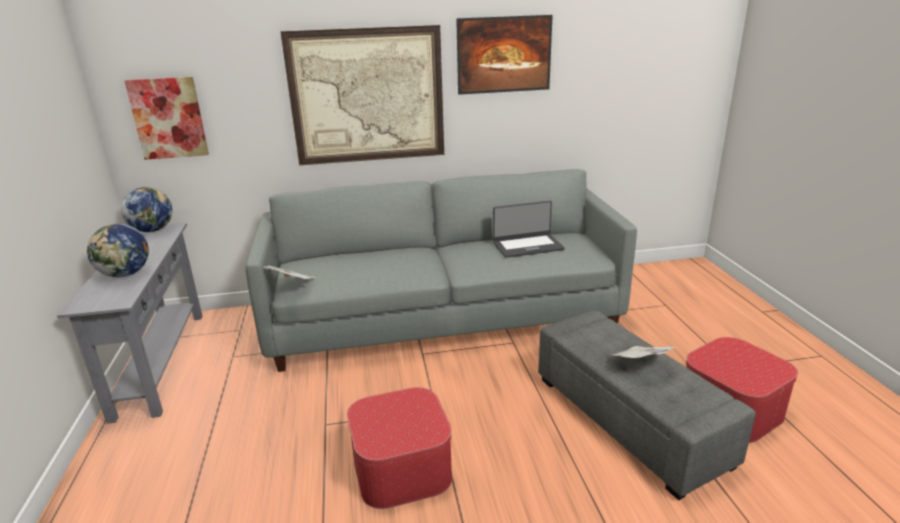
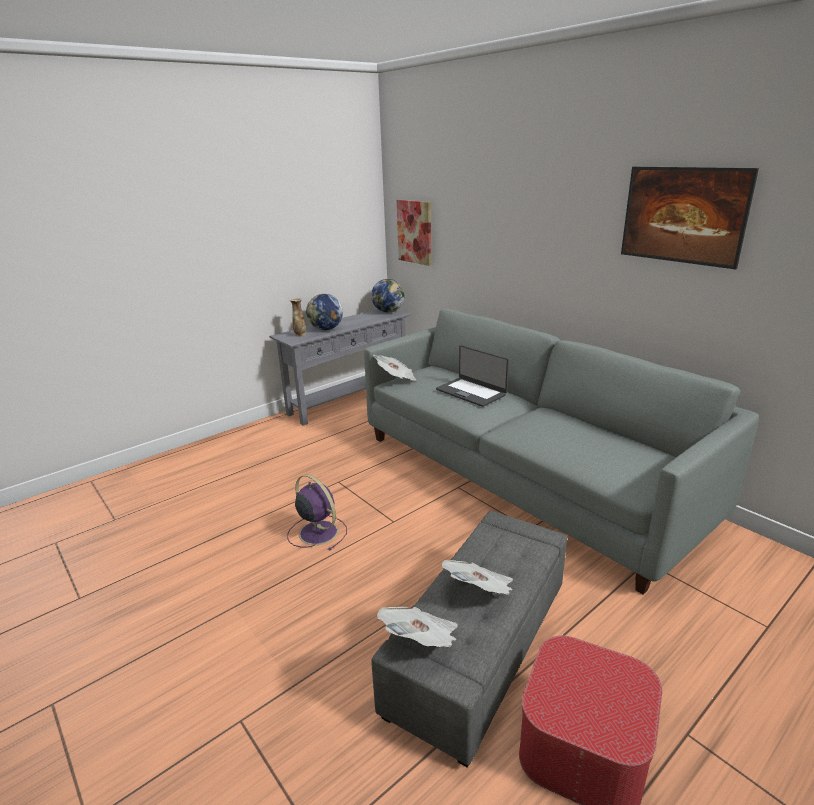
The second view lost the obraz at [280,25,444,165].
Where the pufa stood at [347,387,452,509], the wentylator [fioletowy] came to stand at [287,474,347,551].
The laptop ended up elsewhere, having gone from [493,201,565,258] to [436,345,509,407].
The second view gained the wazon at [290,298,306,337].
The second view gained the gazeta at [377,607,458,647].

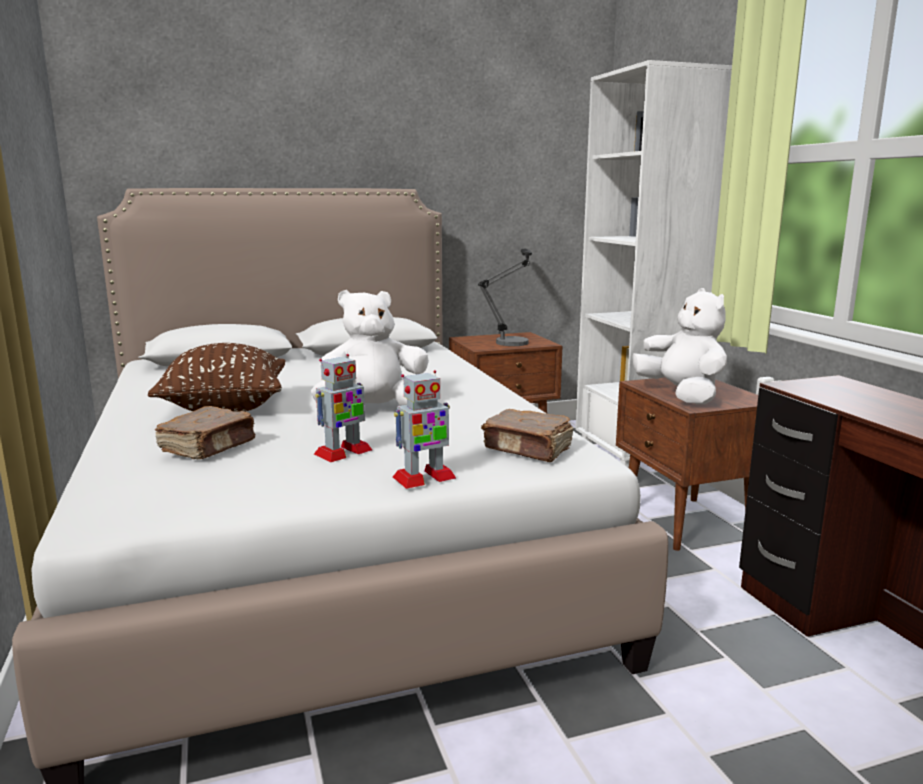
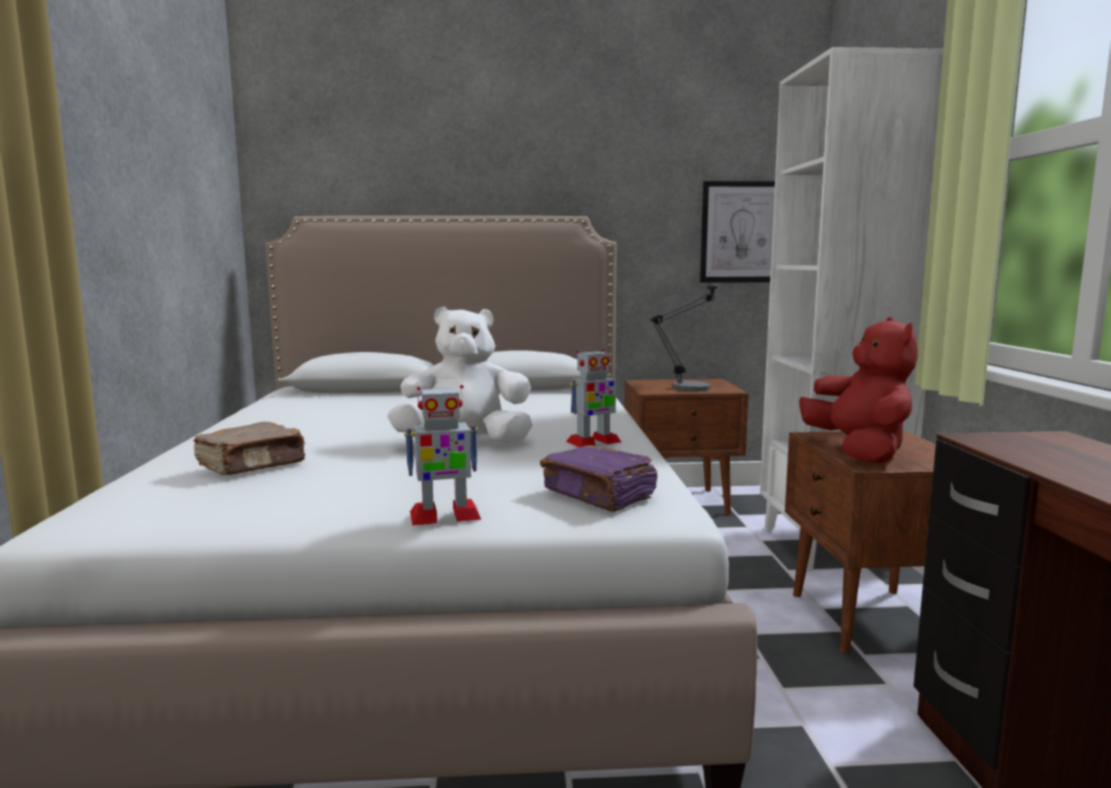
The second view lost the poduszka [brązowy] at [148,343,285,412].
The robot zabawkowy ended up elsewhere, having gone from [314,354,372,462] to [566,349,621,447].
What was the książka [brązowy] at [481,409,574,462] turned into the książka [fioletowy] at [540,445,657,512].
What was the pluszak [biały] at [632,288,727,405] turned into the pluszak [czerwony] at [799,317,918,463].
The second view gained the obraz at [700,181,775,283].

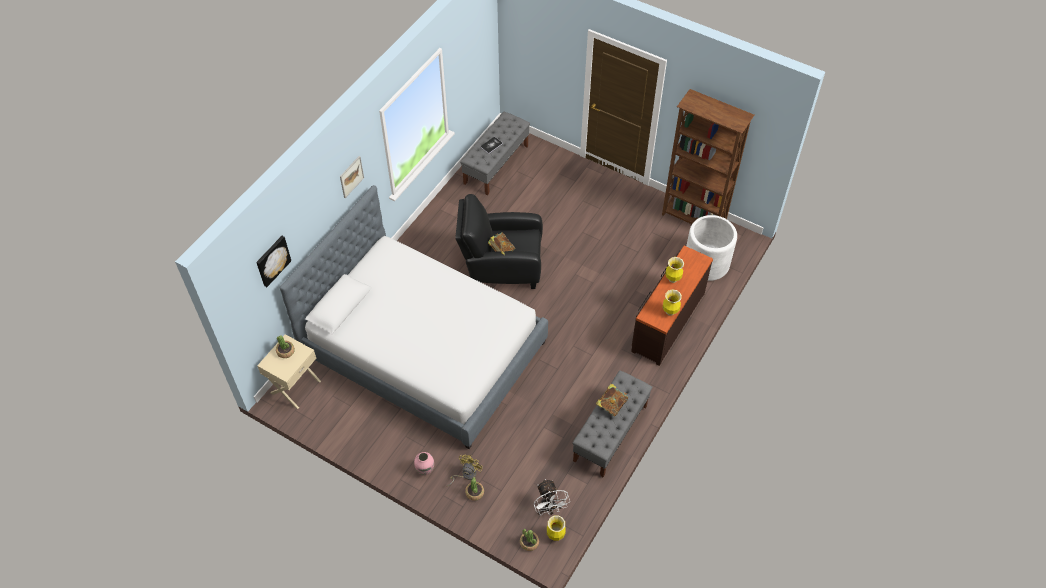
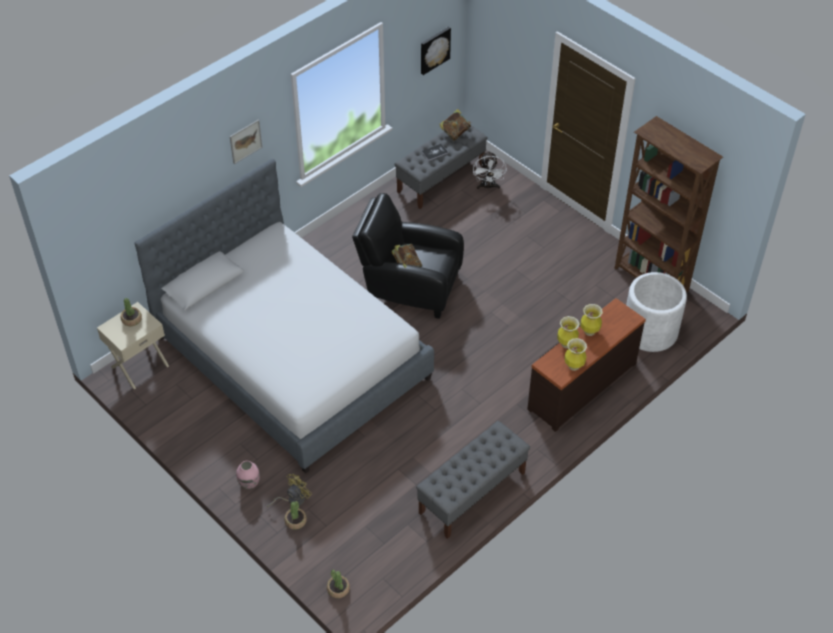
The obraz ended up elsewhere, having gone from [256,236,291,287] to [421,27,451,75].
The wentylator [biały] ended up elsewhere, having gone from [534,479,570,515] to [473,151,507,190].
The wazon ended up elsewhere, having gone from [547,515,566,541] to [557,316,580,348].
The książka ended up elsewhere, having gone from [596,384,628,417] to [439,109,471,141].

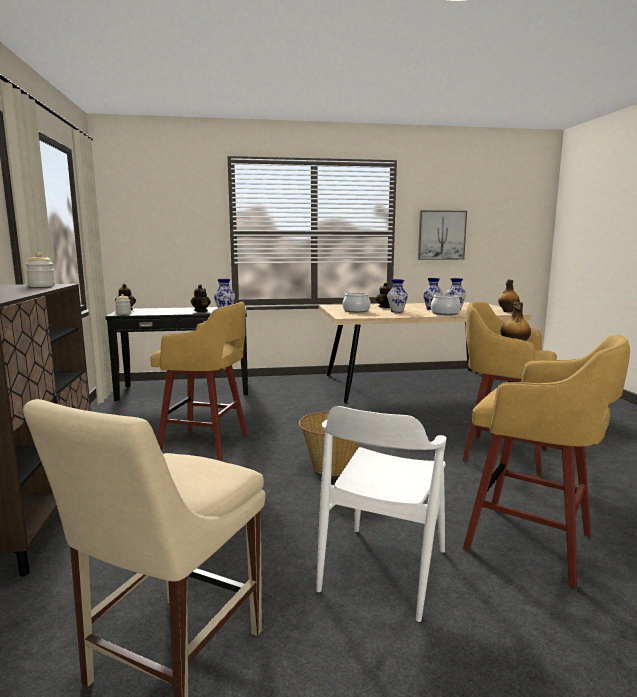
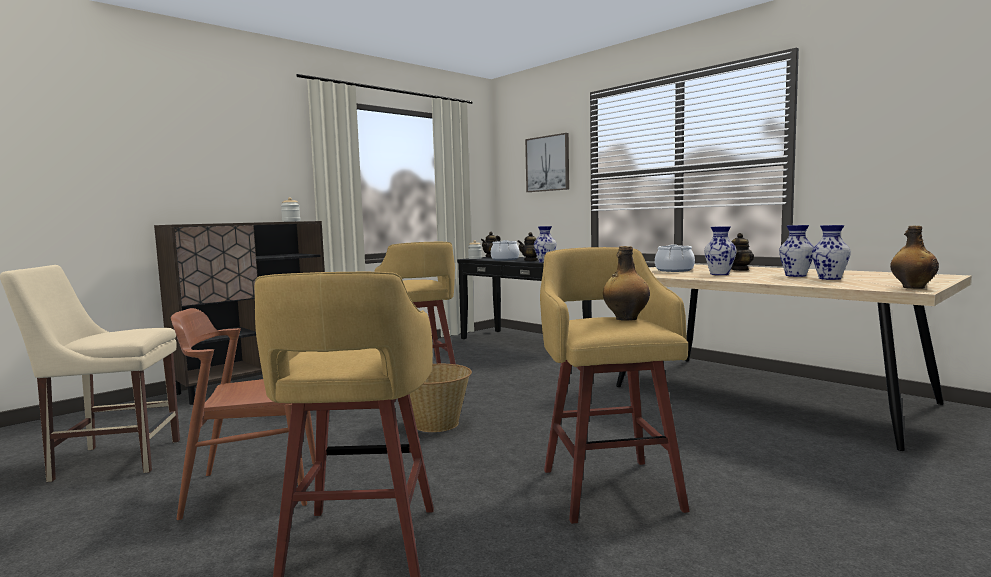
What was the krzesło [biały] at [316,406,446,622] turned into the krzesło [brązowy] at [171,308,316,520].
The obraz ended up elsewhere, having gone from [418,210,467,260] to [525,133,569,192].
The garnek ended up elsewhere, having gone from [431,294,462,315] to [491,240,519,261].

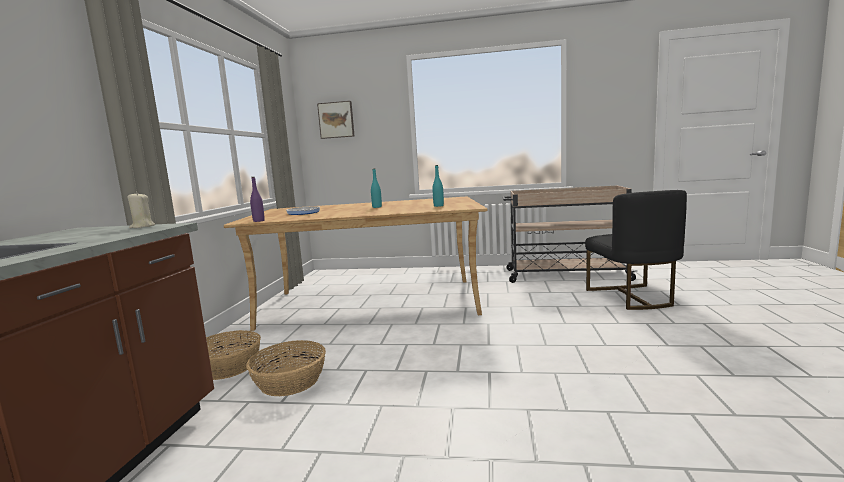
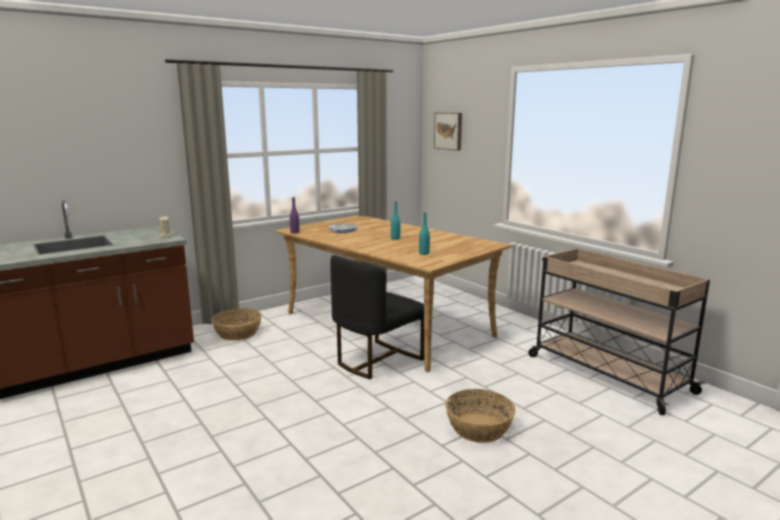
The koszyk ended up elsewhere, having gone from [246,340,326,396] to [445,389,515,443].
The krzesło [czarny] ended up elsewhere, having gone from [585,190,687,310] to [330,255,424,379].

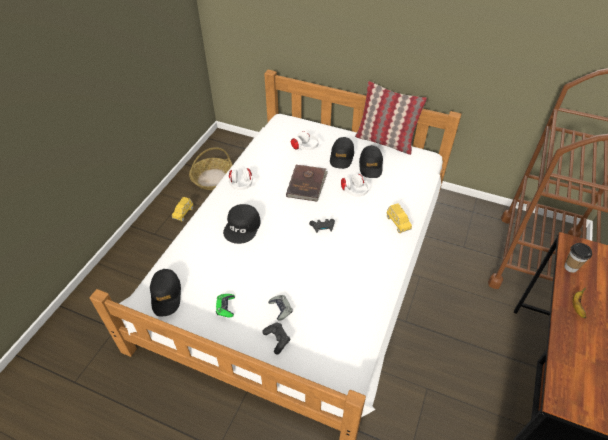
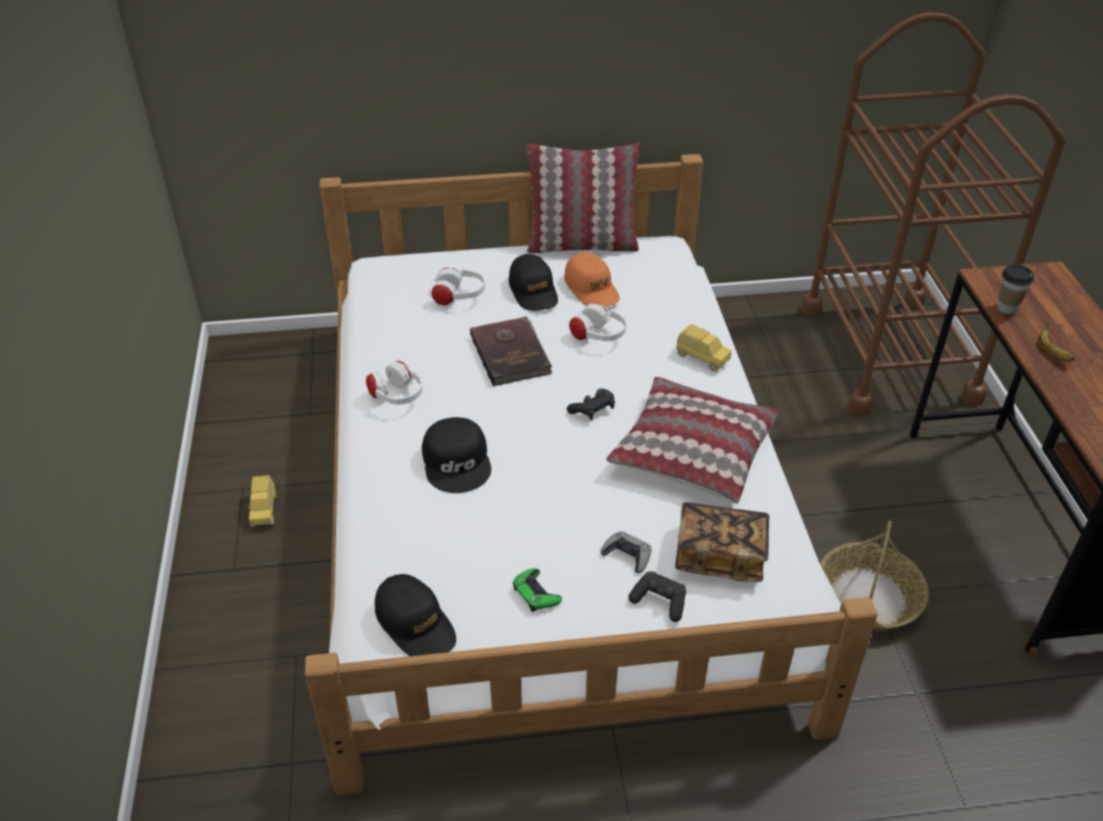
The koszyk ended up elsewhere, having gone from [189,147,232,190] to [820,520,929,631].
What was the czapka z daszkiem [czarny] at [359,145,383,178] turned into the czapka z daszkiem [pomarańczowy] at [564,252,620,307].
The second view gained the poduszka at [606,377,778,504].
The second view gained the książka at [675,502,769,582].

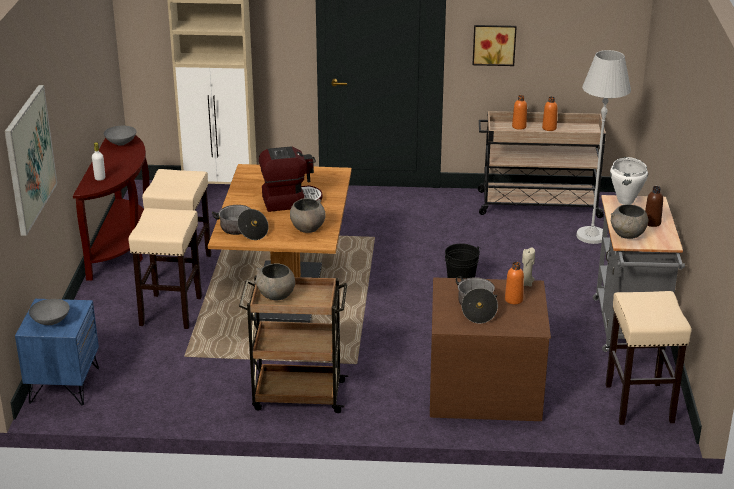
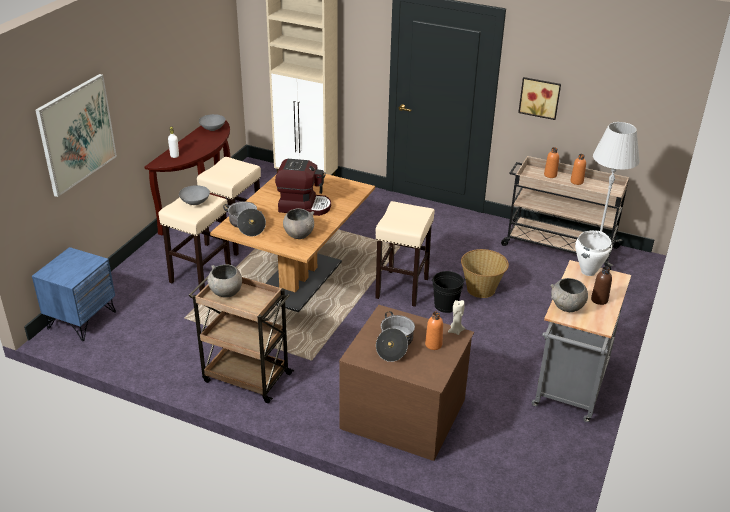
The miska [szary] ended up elsewhere, having gone from [29,299,70,325] to [179,185,210,205].
The stołek [beżowy] ended up elsewhere, having gone from [605,291,691,425] to [375,201,435,307].
The second view gained the koszyk at [461,249,509,298].

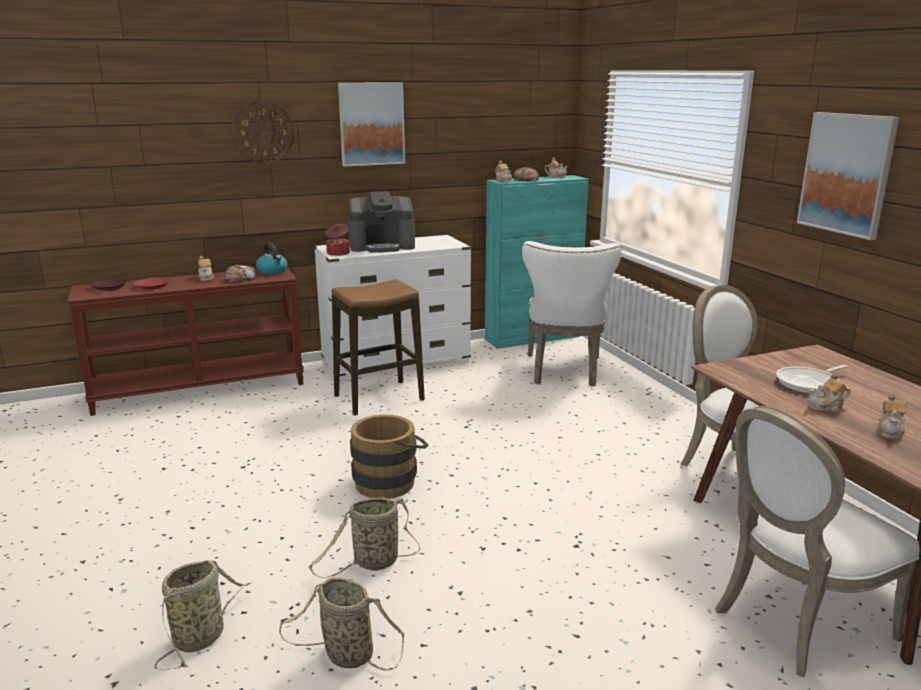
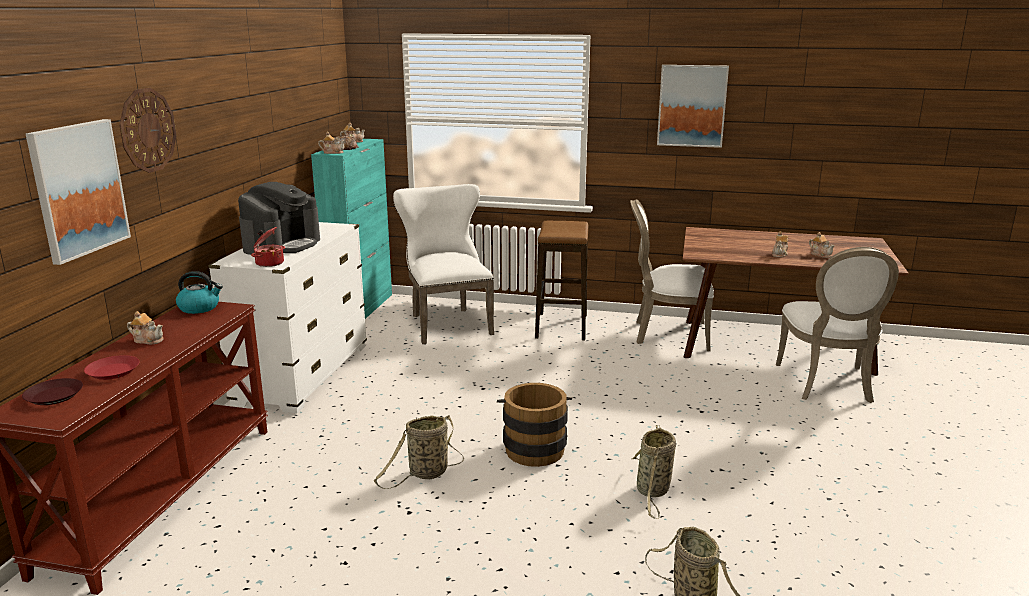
The second view lost the chleb at [224,265,255,283].
The koszyk ended up elsewhere, having gone from [279,577,404,671] to [374,415,464,489].
The stołek ended up elsewhere, having gone from [332,280,425,416] to [535,221,588,341].
The obraz ended up elsewhere, having gone from [338,82,405,166] to [26,119,131,265].
The krzesło [biały] at [522,241,622,386] ended up facing another way, 150 degrees counterclockwise from before.
The second view lost the patelnia at [776,365,848,393].

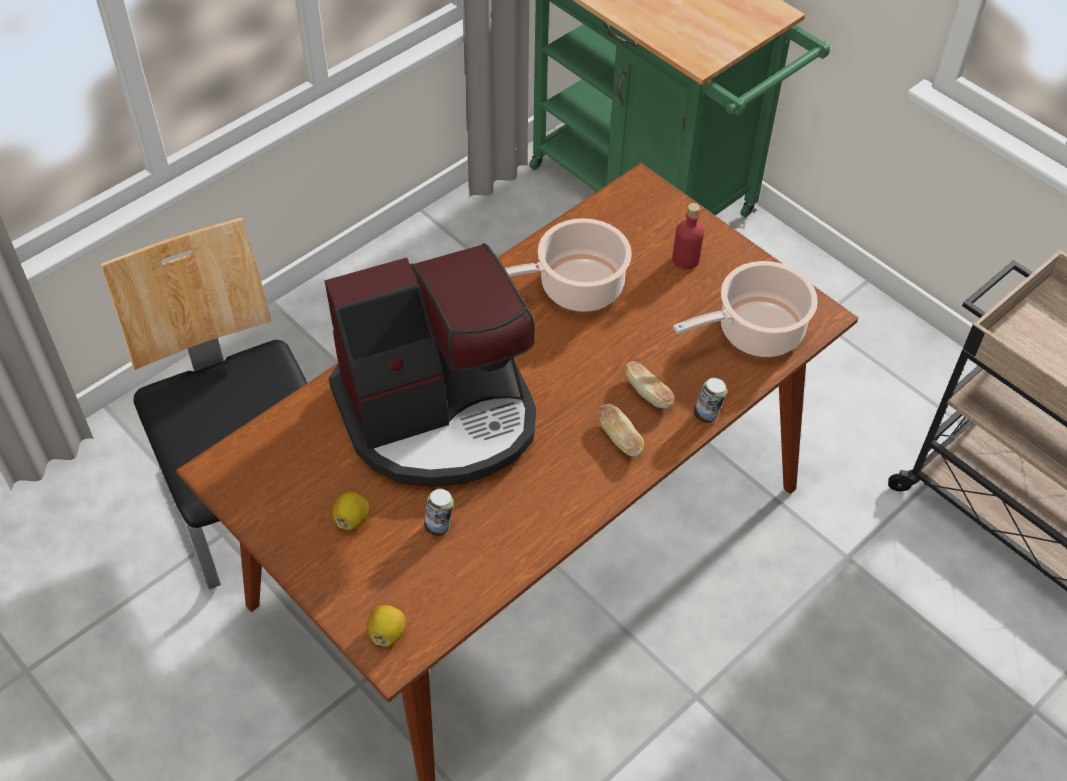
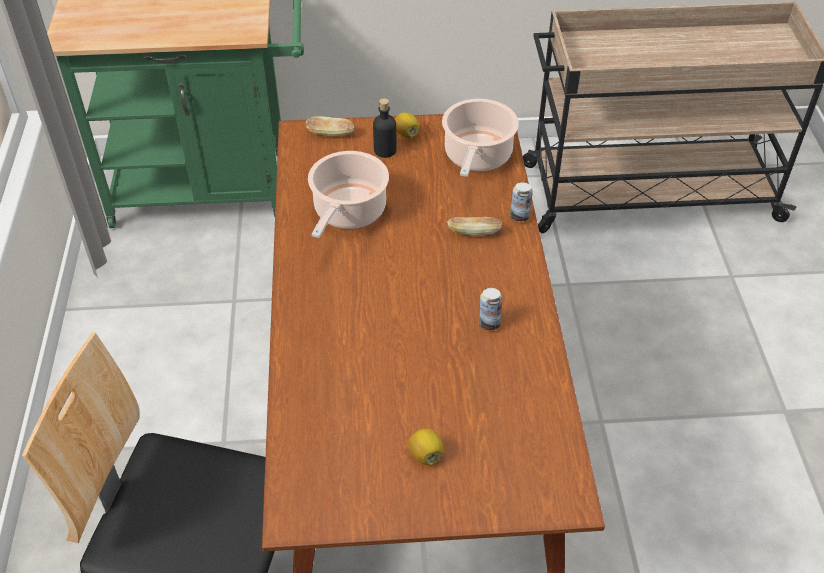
The second view lost the ekspres do kawy at [324,243,536,487].
The cytryna ended up elsewhere, having gone from [367,605,406,646] to [395,113,419,138].
The puszka ended up elsewhere, having gone from [424,489,453,536] to [479,288,502,330].
The chleb ended up elsewhere, having gone from [598,404,644,457] to [306,116,354,137].
What was the butelka [czerwony] at [672,203,704,270] turned into the butelka [czarny] at [373,98,397,158].

